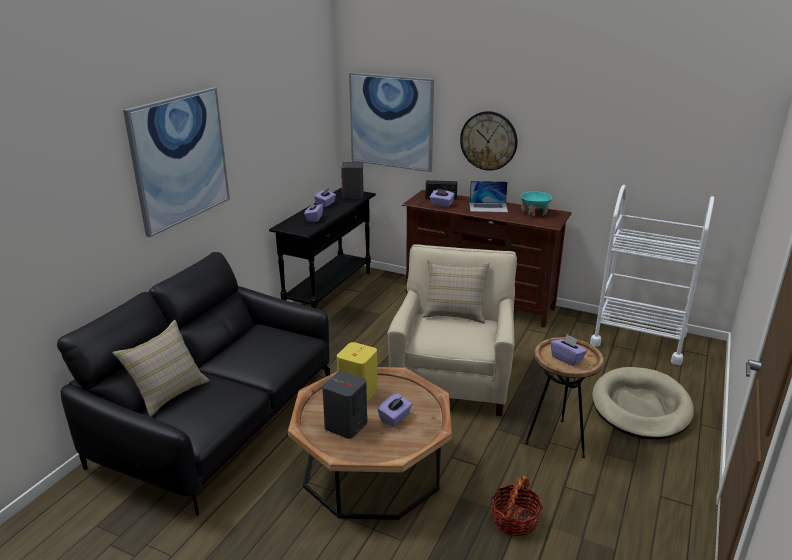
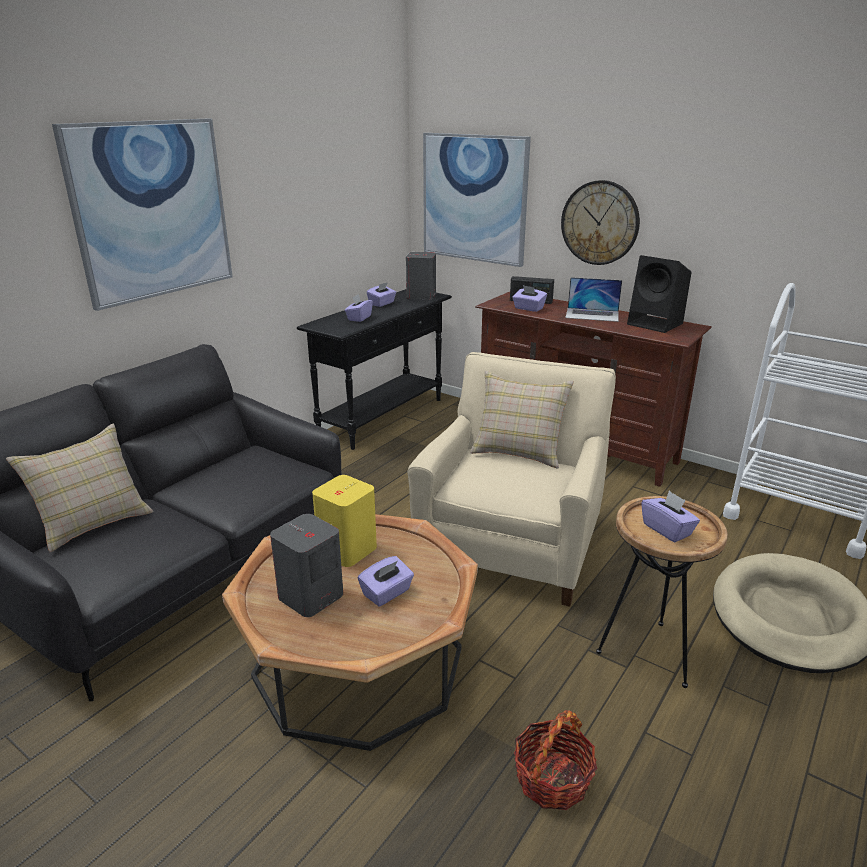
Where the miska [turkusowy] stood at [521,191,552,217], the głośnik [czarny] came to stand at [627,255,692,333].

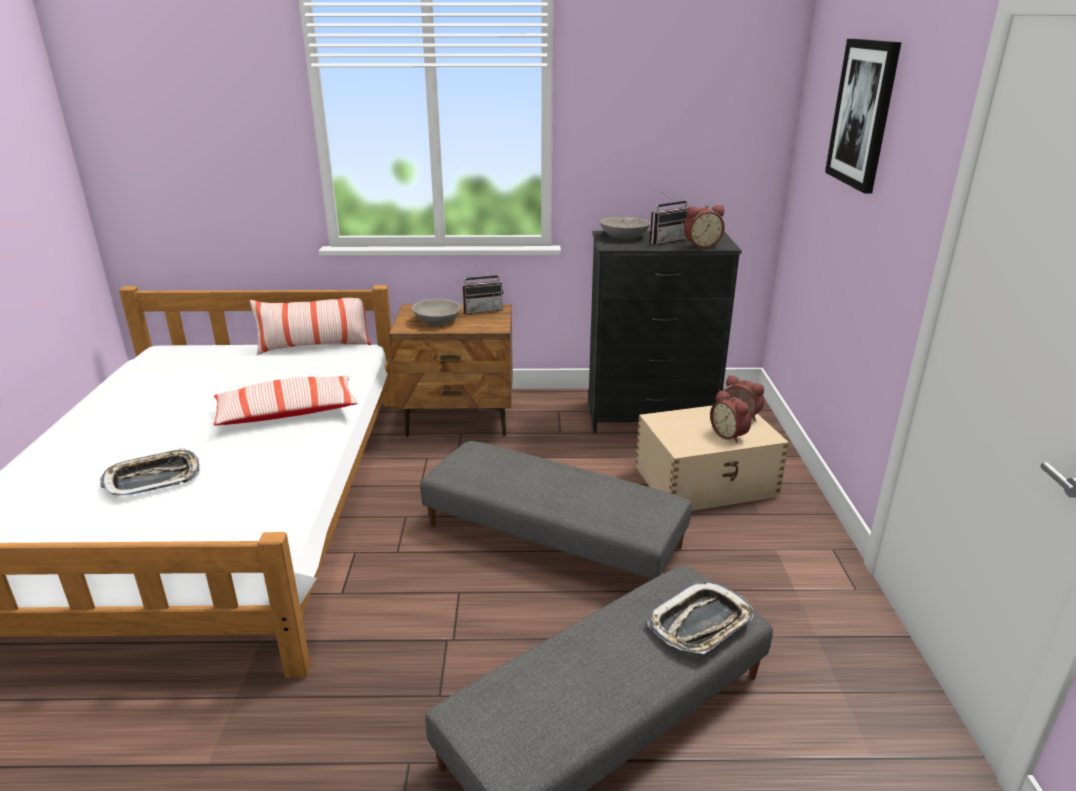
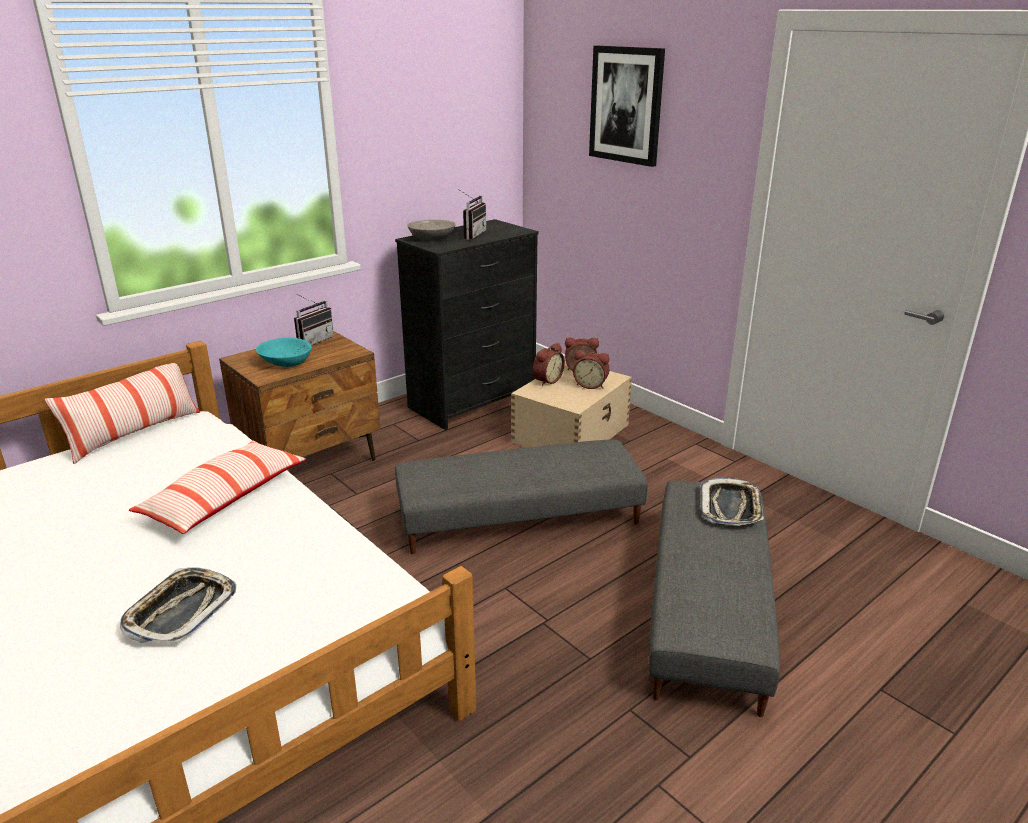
What was the miska [szary] at [412,299,461,325] turned into the miska [turkusowy] at [256,338,312,367].
The budzik ended up elsewhere, having gone from [683,205,725,248] to [533,343,565,386].

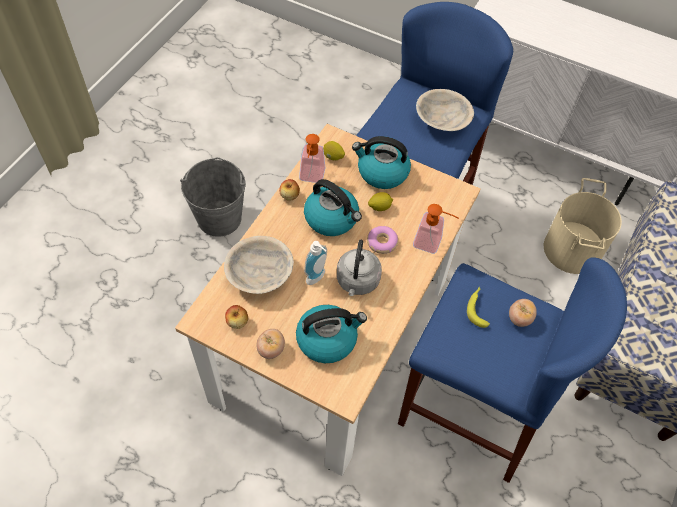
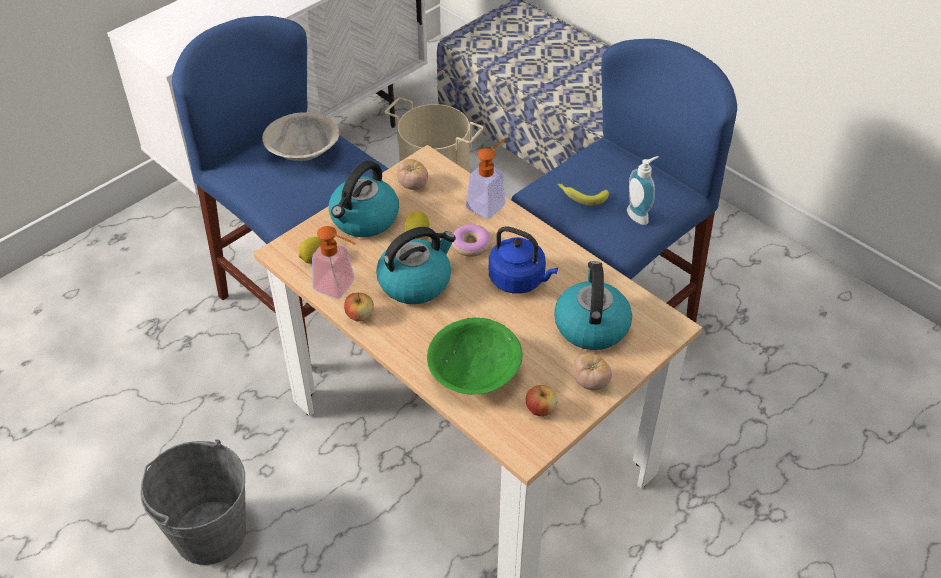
What was the miska [beżowy] at [224,236,294,294] turned into the miska [zielony] at [427,317,523,395].
The dozownik mydła ended up elsewhere, having gone from [304,241,327,285] to [627,156,659,225].
What was the czajnik [szary] at [337,240,382,296] turned into the czajnik [niebieski] at [489,226,558,294].
The pomidor ended up elsewhere, having gone from [509,299,537,327] to [397,159,428,190].

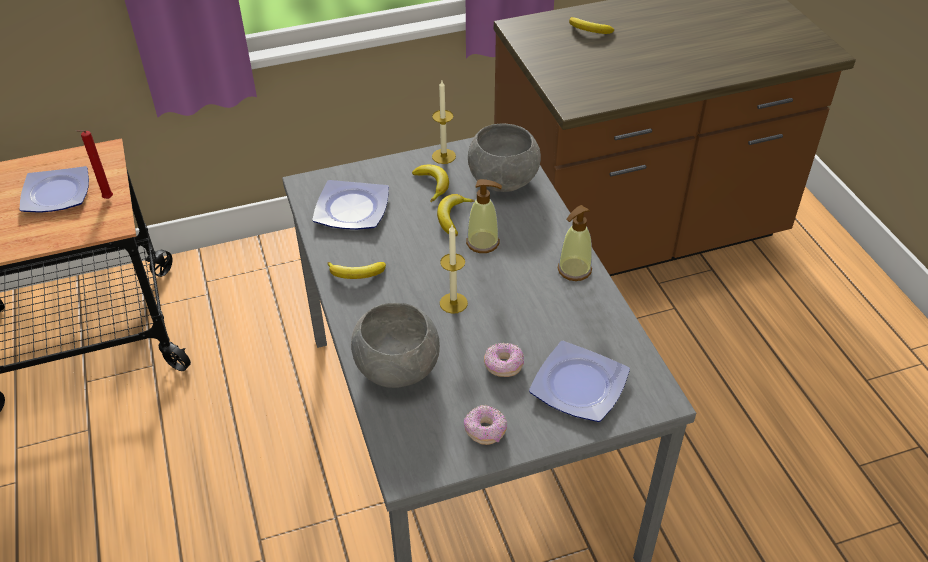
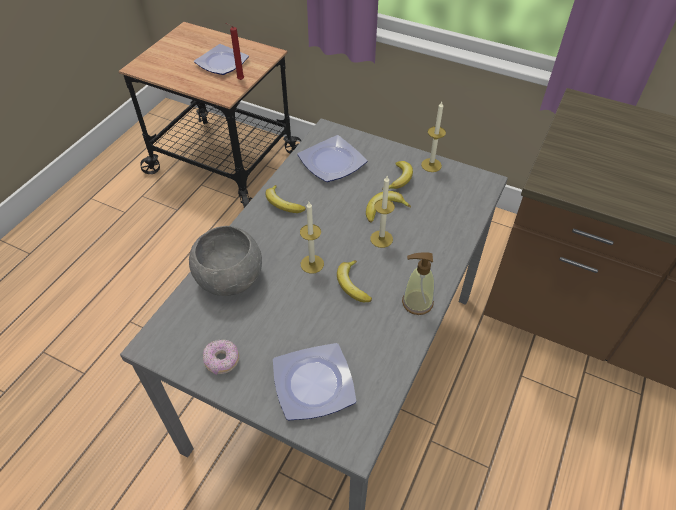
Where the dozownik mydła stood at [466,179,502,253], the świeca came to stand at [370,176,395,248].
The second view lost the miska [szary] at [468,124,541,192].
The second view lost the donut at [484,343,524,377].
The banan ended up elsewhere, having gone from [569,17,614,34] to [337,260,372,302].

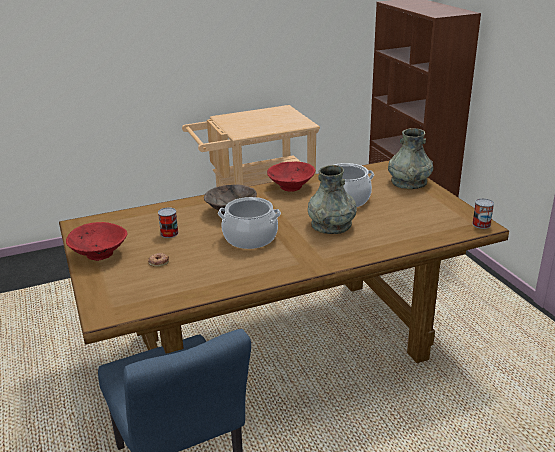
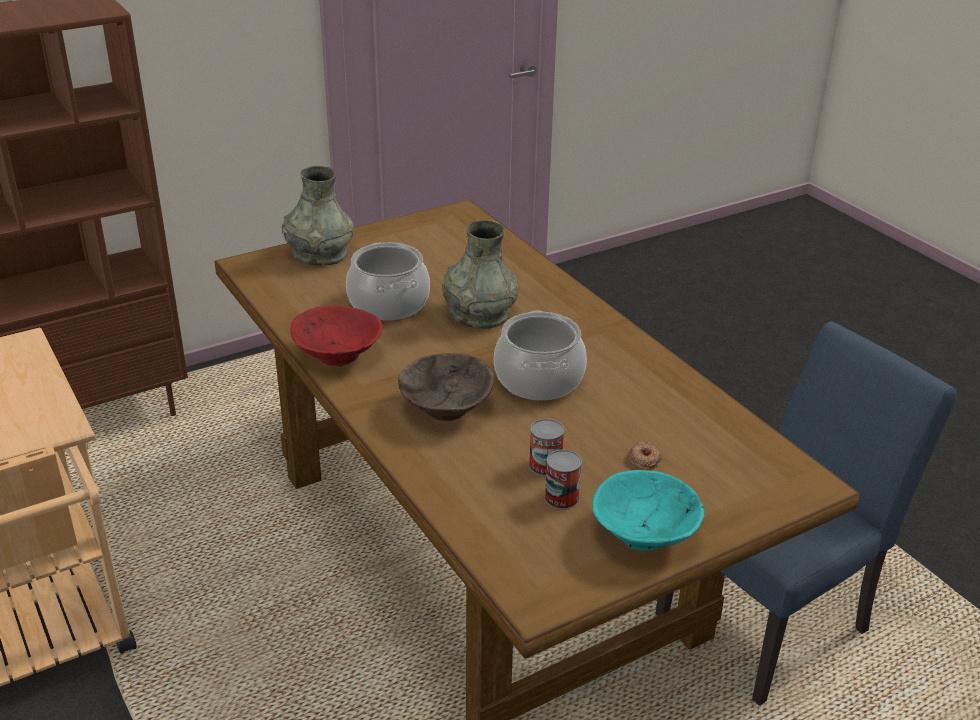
What was the miska [czerwony] at [66,222,128,261] turned into the miska [turkusowy] at [592,470,704,551].
The puszka ended up elsewhere, having gone from [472,198,494,229] to [545,450,582,510].

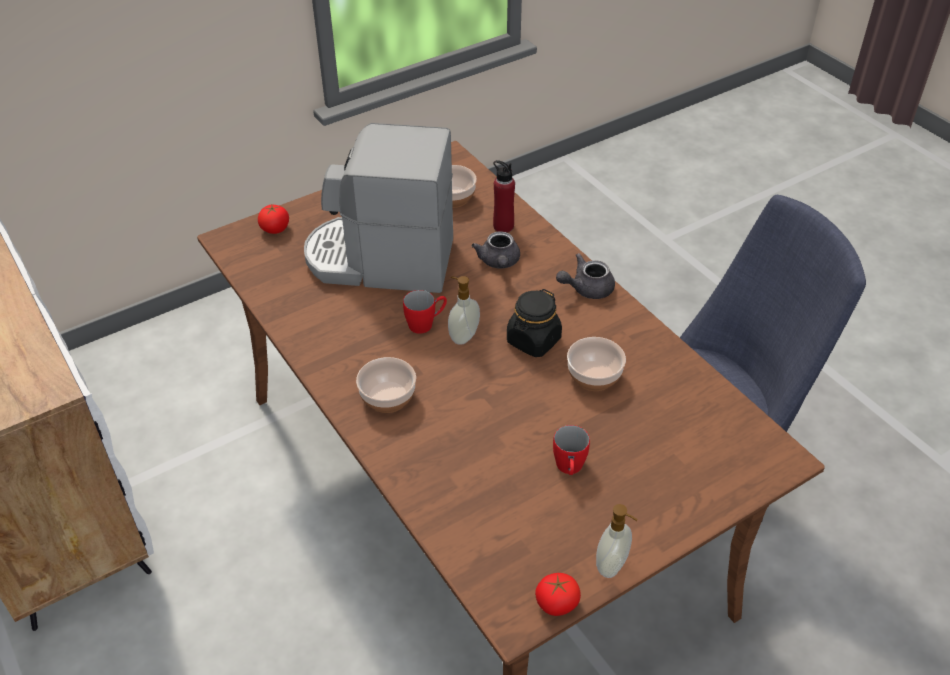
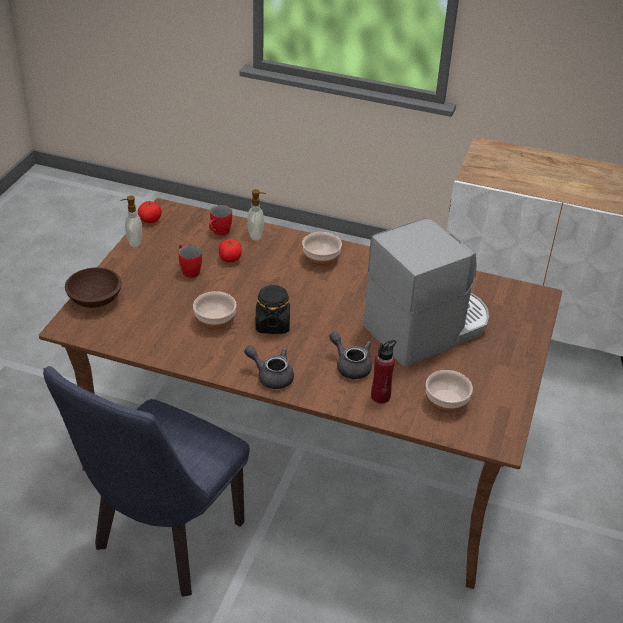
The pomidor ended up elsewhere, having gone from [258,205,289,234] to [219,239,242,262].
The kubek [czerwony] ended up elsewhere, having gone from [403,290,447,334] to [209,205,232,236].
The dozownik mydła ended up elsewhere, having gone from [448,276,480,345] to [247,189,266,240].
The imbryk [szary] at [556,253,615,299] ended up facing another way, 90 degrees counterclockwise from before.
The second view gained the miska [brązowy] at [65,268,122,308].

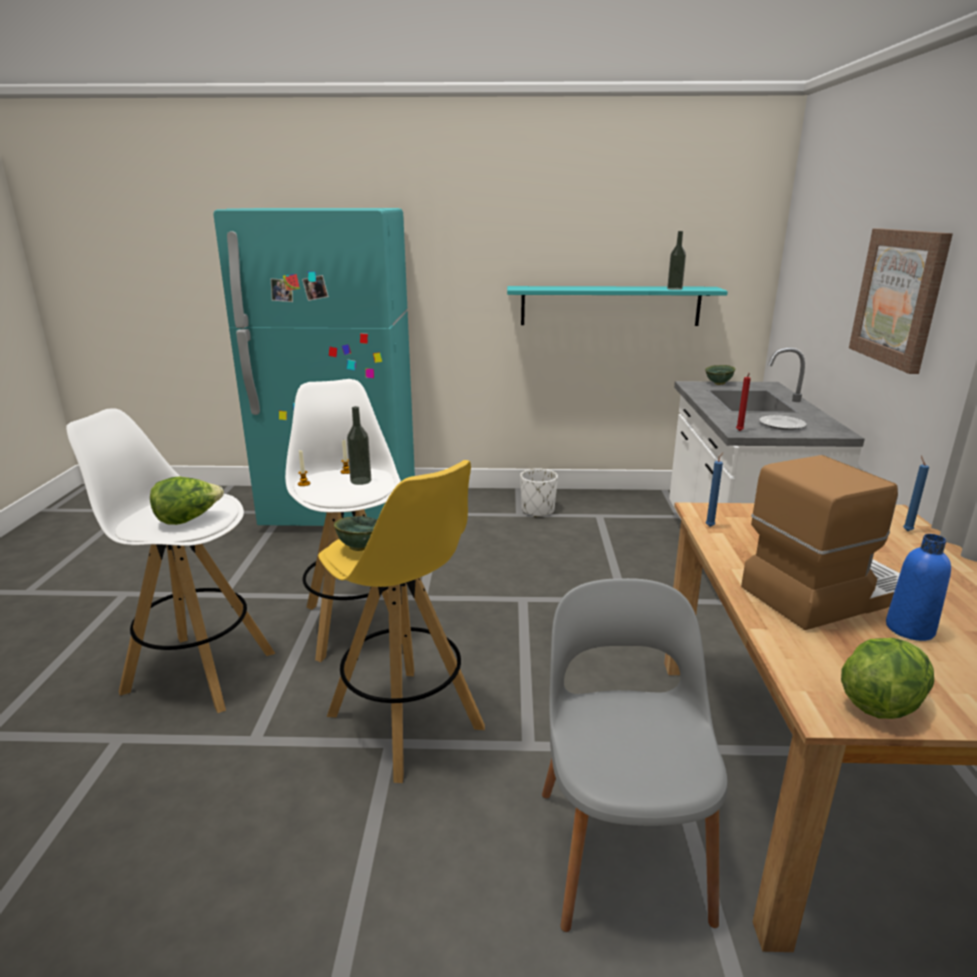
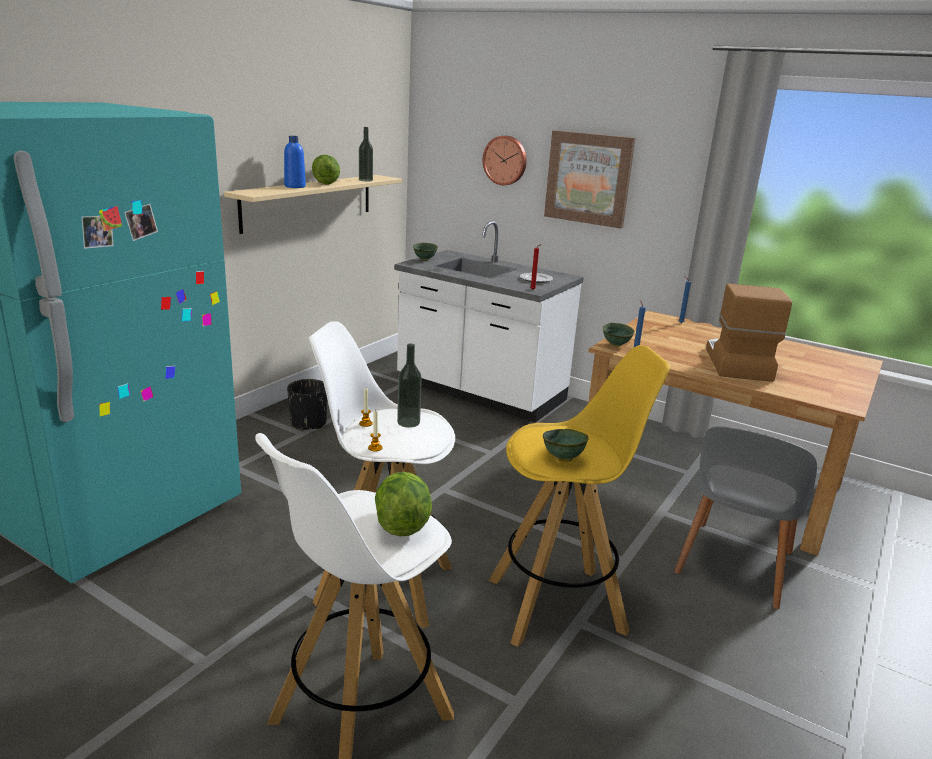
What was the półka [turkusowy] at [507,286,728,326] turned into the półka [beżowy] at [224,175,402,234].
What was the donica [biały] at [520,468,558,517] turned into the donica [czarny] at [287,379,327,430].
The krzesło [szary] at [542,578,728,932] ended up facing another way, 90 degrees counterclockwise from before.
The sałata ended up elsewhere, having gone from [841,638,934,719] to [312,155,340,184].
The butelka [niebieski] ended up elsewhere, having gone from [886,534,951,641] to [284,136,306,188].
The second view gained the zegar ścienny at [483,136,527,185].
The second view gained the miska [zielony] at [603,323,635,347].

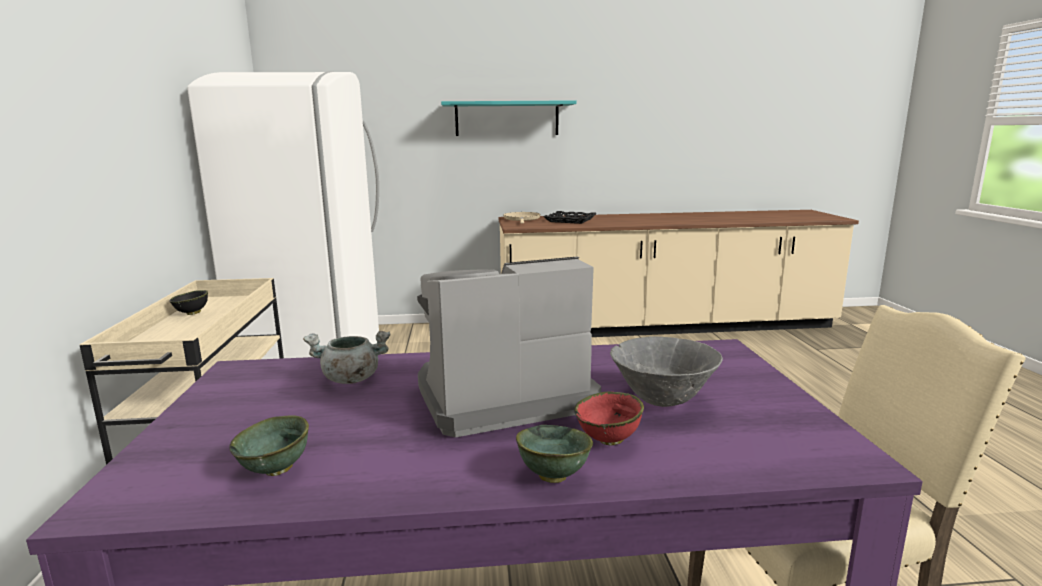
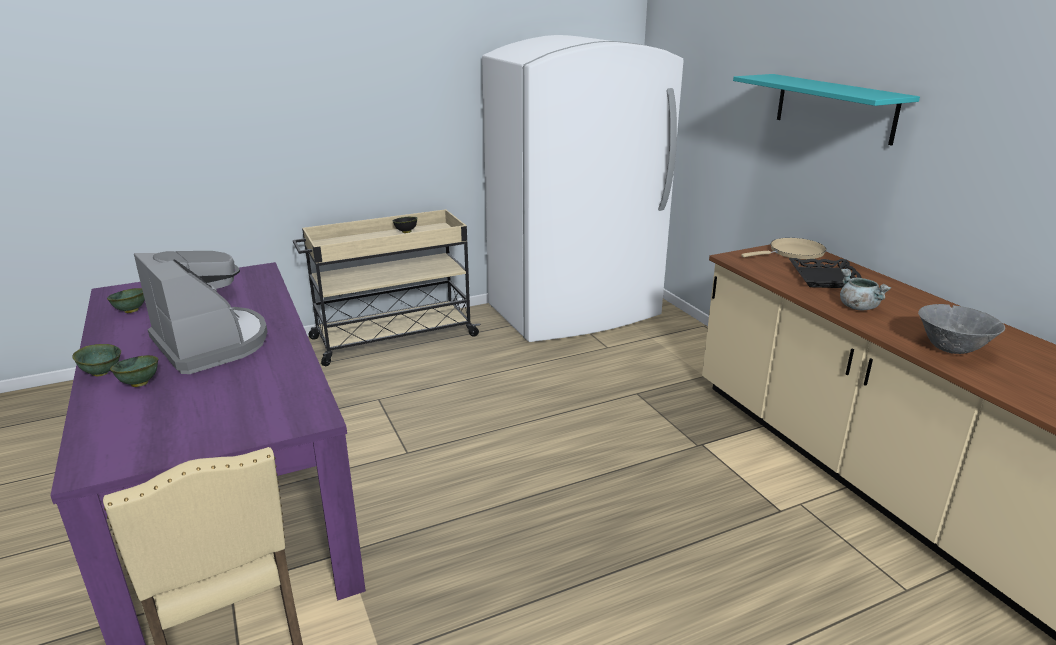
The garnek [szary] ended up elsewhere, having gone from [303,331,390,384] to [840,269,892,310].
What was the miska [czerwony] at [574,391,644,446] turned into the miska [zielony] at [110,355,158,387].
The miska [szary] ended up elsewhere, having gone from [610,336,723,407] to [918,304,1005,354].

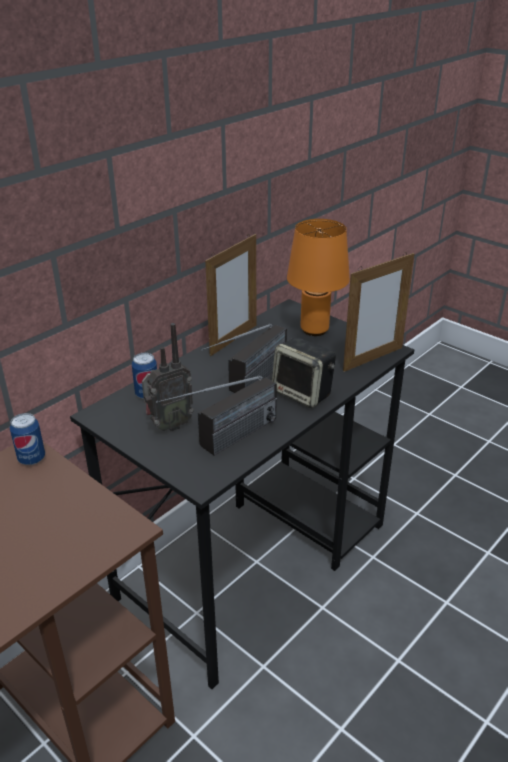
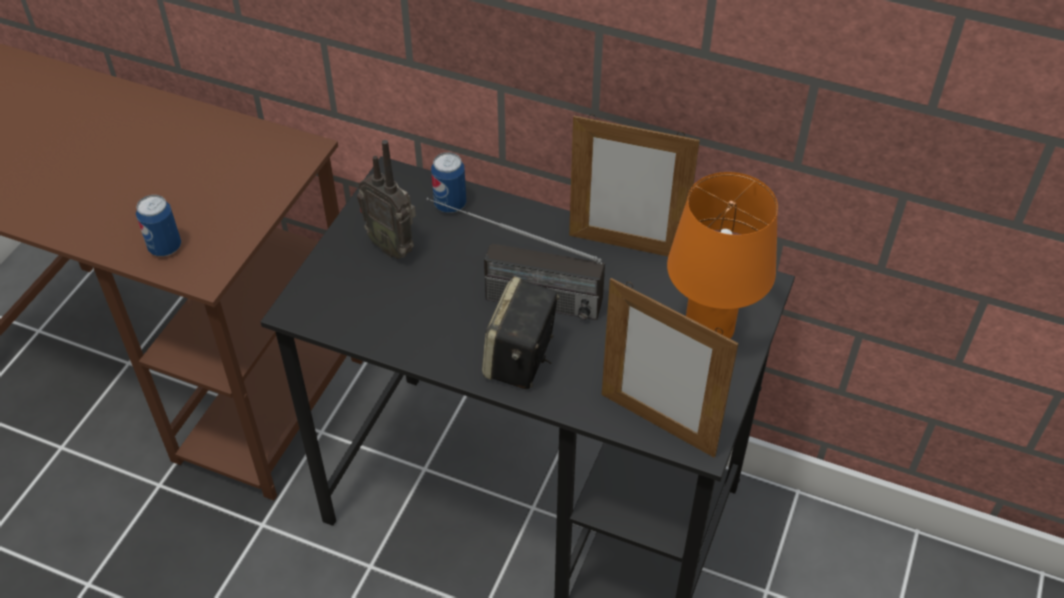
The puszka ended up elsewhere, having gone from [10,413,45,465] to [136,195,181,256].
The second view lost the radio at [156,376,277,455].

